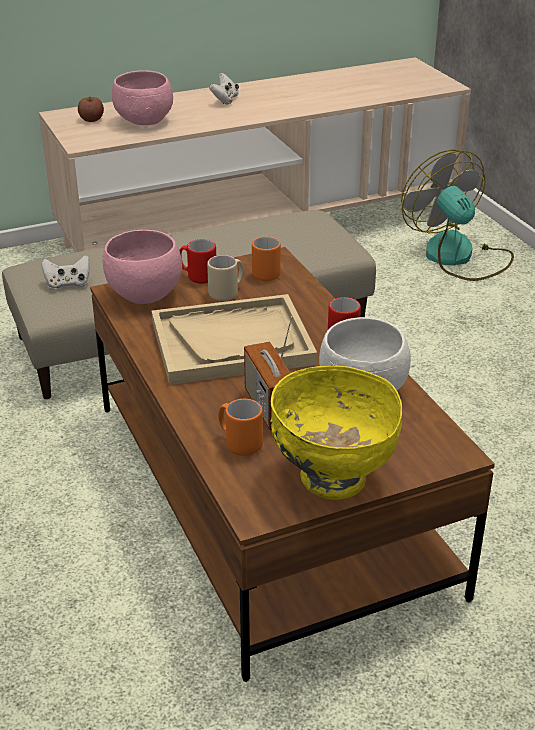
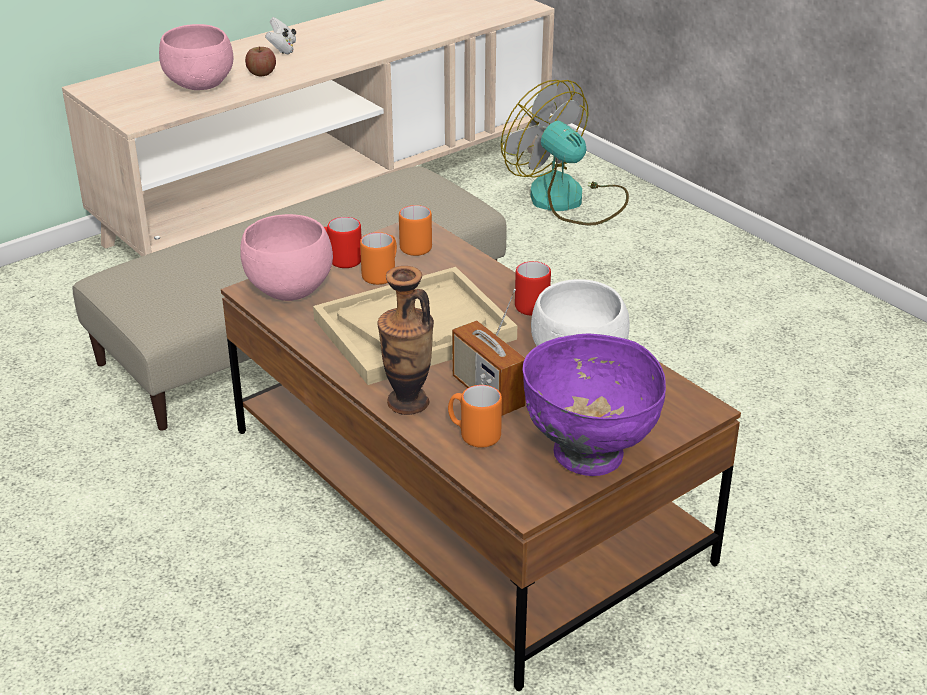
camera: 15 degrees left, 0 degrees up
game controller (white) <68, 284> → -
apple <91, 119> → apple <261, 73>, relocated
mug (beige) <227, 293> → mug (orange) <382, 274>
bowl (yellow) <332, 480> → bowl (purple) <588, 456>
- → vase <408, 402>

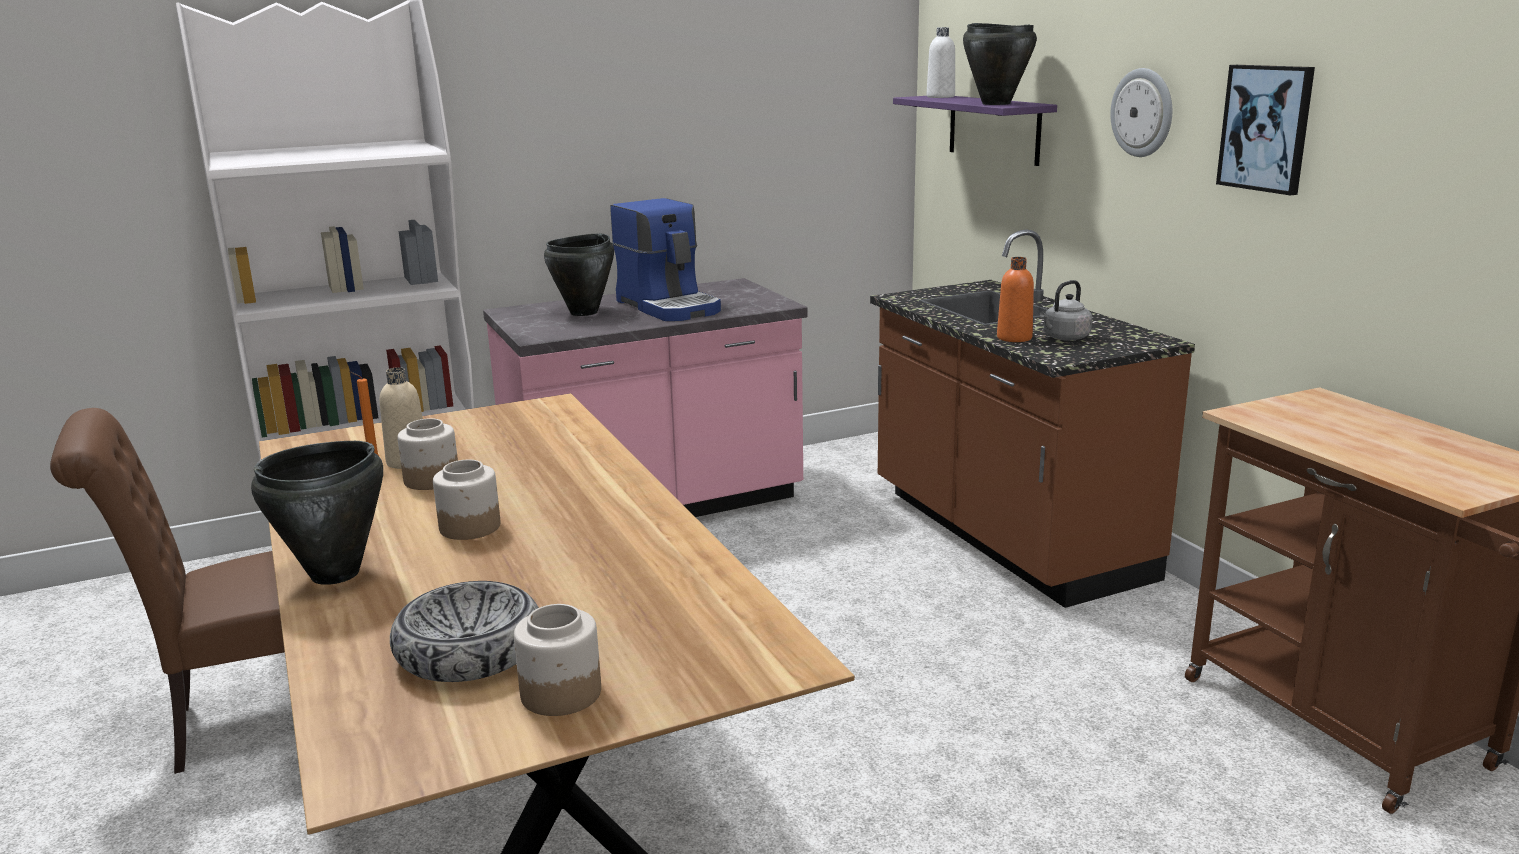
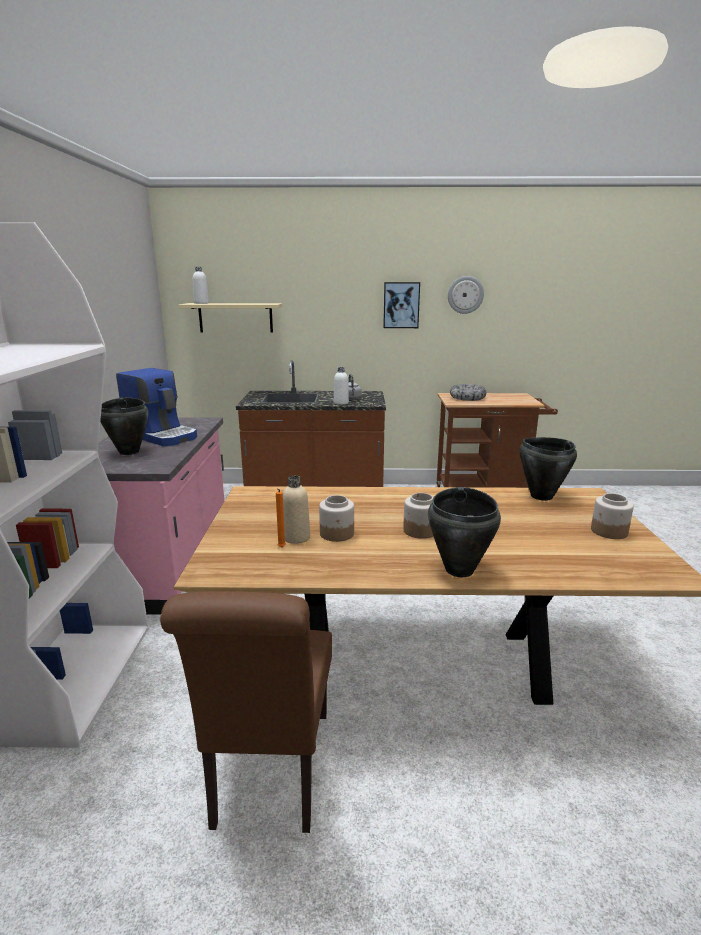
camera: 65 degrees left, 0 degrees up
bowl <470, 651> → bowl <467, 398>, relocated
coffee machine <670, 306> → coffee machine <162, 435>, 45 degrees clockwise
shelf (purple) <994, 129> → shelf (beige) <235, 317>
cooking pot (black) <996, 103> → cooking pot (black) <541, 496>, relocated
bottle (orange) <1014, 338> → bottle (white) <341, 403>
wall clock <1143, 112> → wall clock <465, 295>, relocated

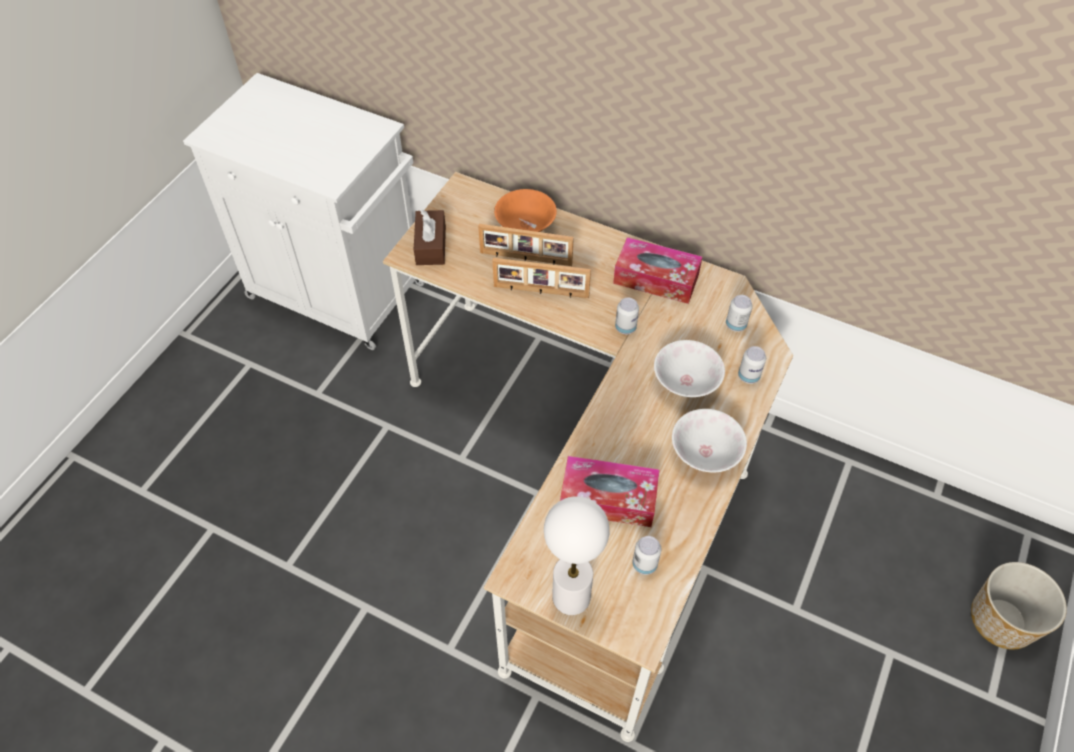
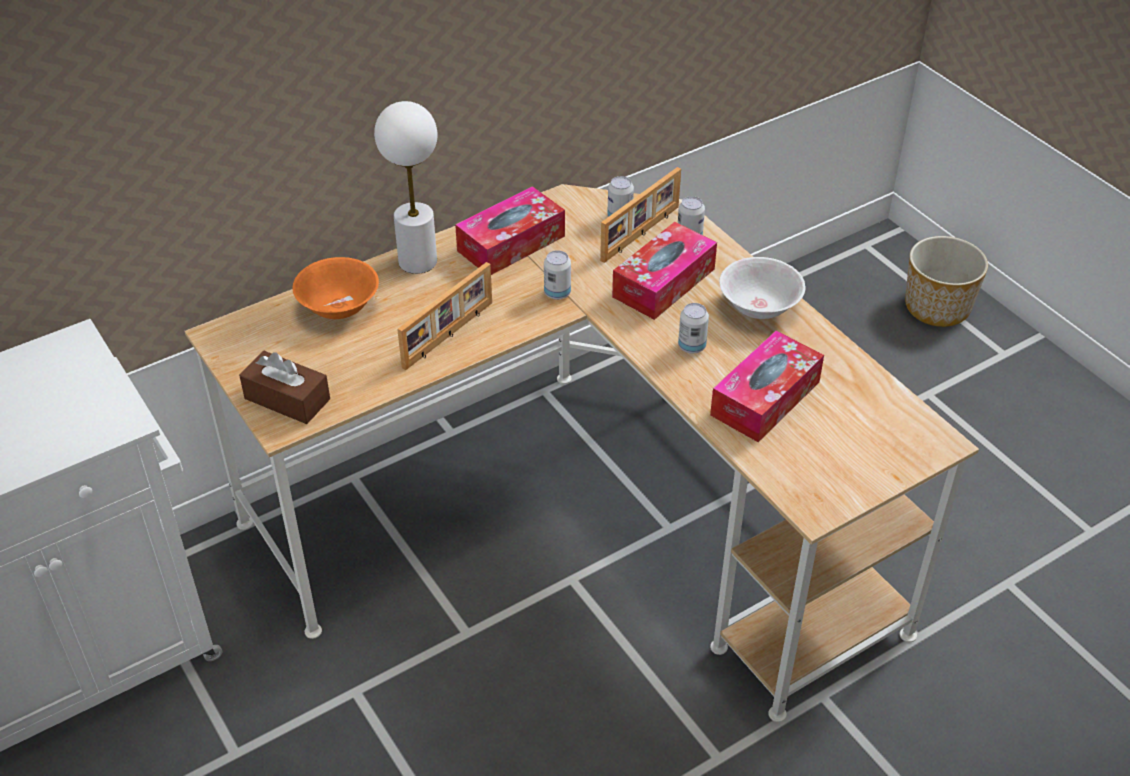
camera: 60 degrees left, 10 degrees down
picture frame <525, 259> → picture frame <641, 234>, relocated
table lamp (white) <570, 597> → table lamp (white) <417, 261>, relocated
can <644, 564> → can <691, 346>, relocated
bowl (white) <685, 383> → tissue box <663, 283>

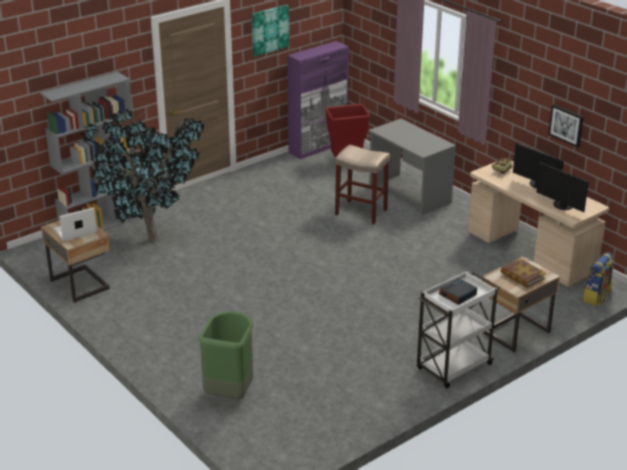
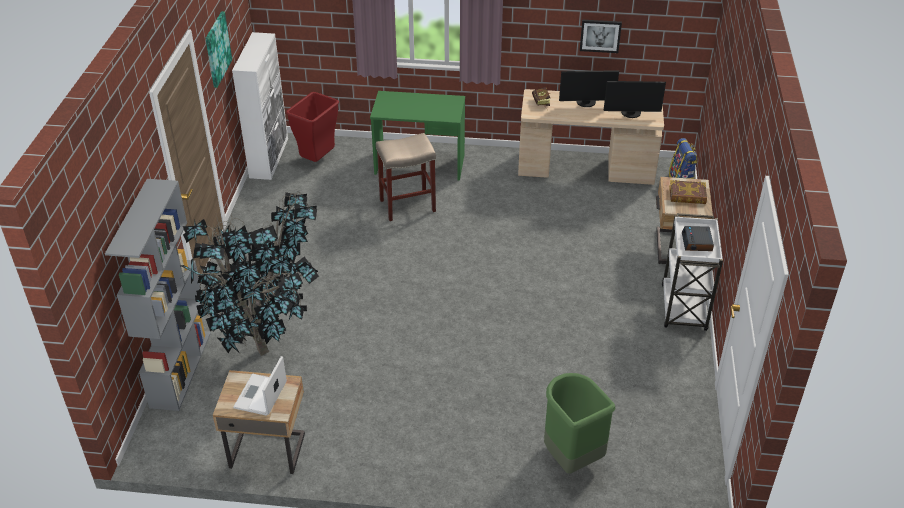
camera: 45 degrees left, 10 degrees up
cabinet (purple) <318, 147> → cabinet (white) <269, 157>
desk (grey) <408, 194> → desk (green) <419, 165>

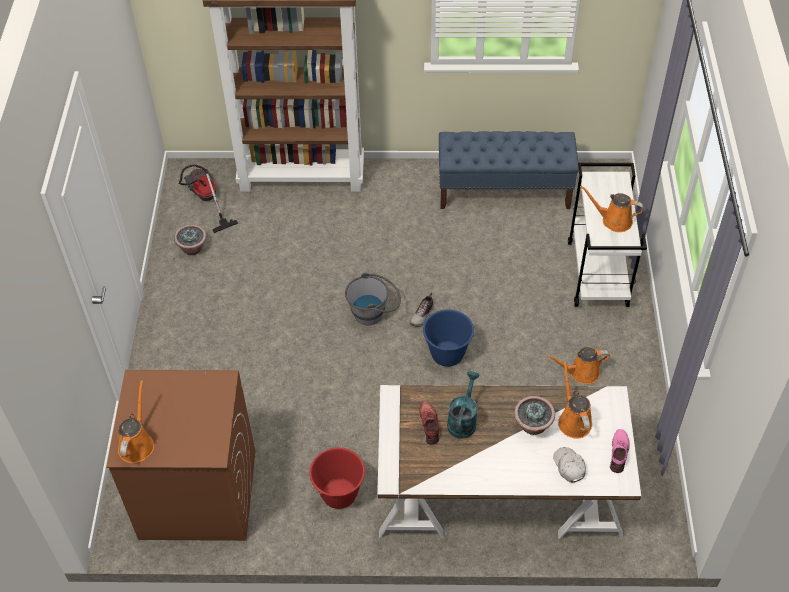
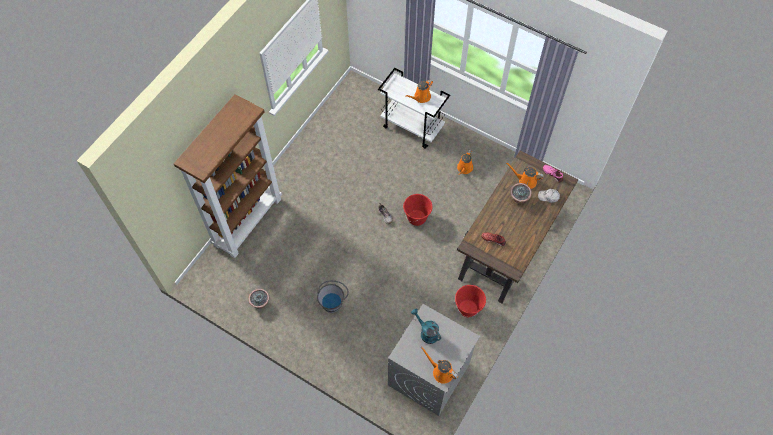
camera: 60 degrees left, 10 degrees up
washing machine (brown) <197, 495> → washing machine (grey) <428, 375>
vacuum cleaner <205, 200> → -
bucket (grey) <374, 313> → bucket (grey) <333, 301>, relocated
desk (white) <498, 498> → desk (brown) <510, 241>
bucket (blue) <447, 354> → bucket (red) <417, 218>
bench (blue) <504, 191> → -
watering can (turquoise) <463, 420> → watering can (turquoise) <426, 332>, relocated

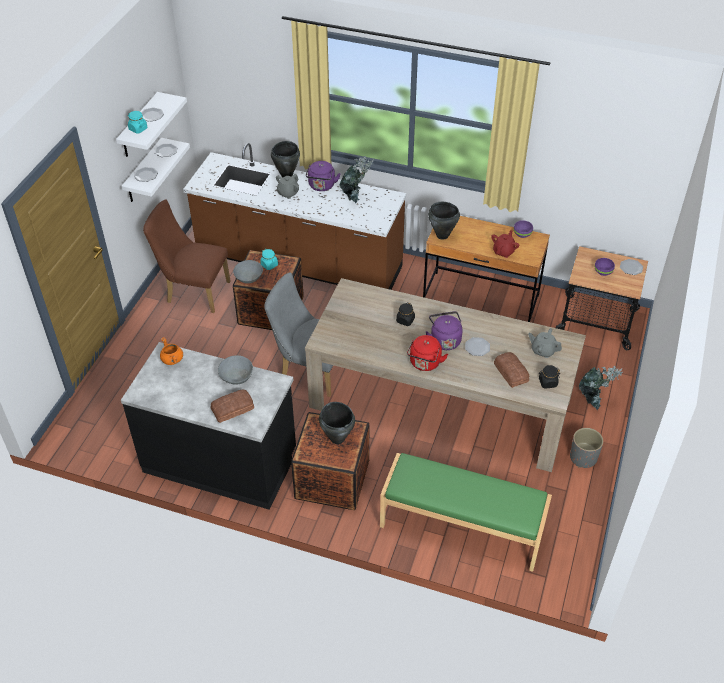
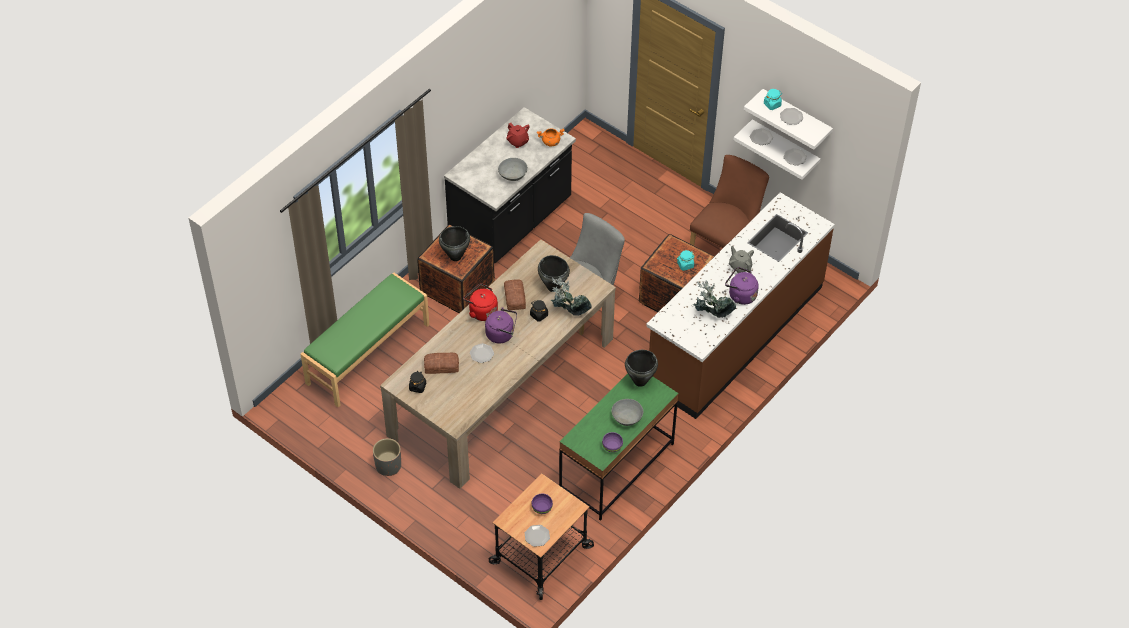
camera: 110 degrees right, 5 degrees up
bread <233, 409> → bread <514, 298>, relocated
bowl (grey) <248, 277> → bowl (grey) <627, 417>, relocated
cooking pot (black) <286, 175> → cooking pot (black) <553, 287>, relocated
desk (brown) <481, 300> → desk (green) <616, 468>
teapot (red) <503, 251> → teapot (red) <518, 141>, relocated
teapot (grey) <543, 350> → -
potted plant <593, 400> → potted plant <568, 313>, relocated

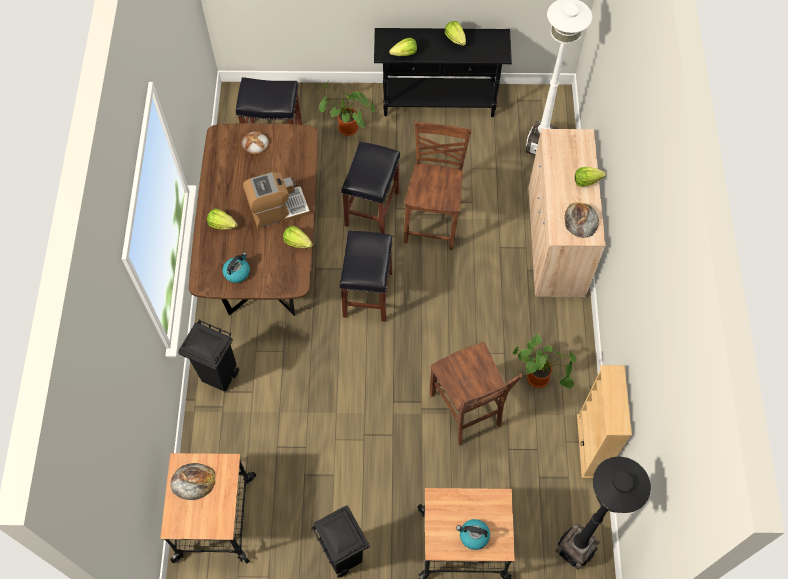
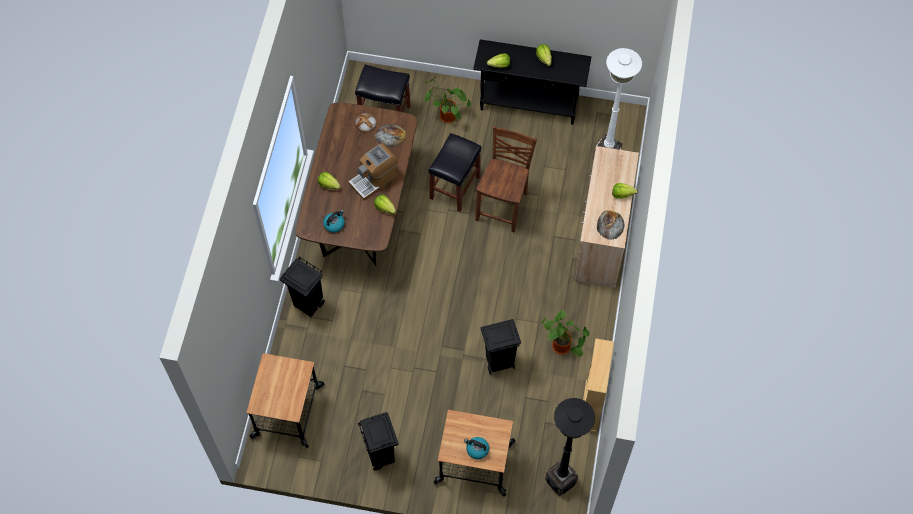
camera: 10 degrees right, 0 degrees up
bread <193, 481> → bread <390, 135>, relocated
coffee machine <278, 209> → coffee machine <374, 179>, 150 degrees clockwise
stool (black) <368, 295> → -
chair (brown) <466, 411> → trash can (black) <498, 363>

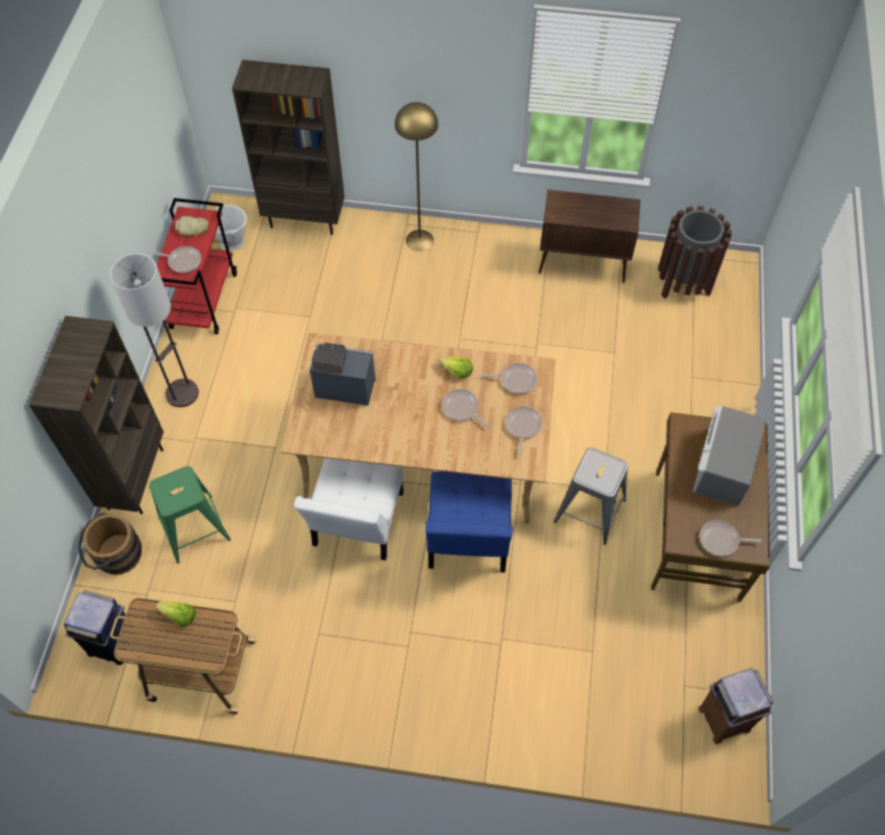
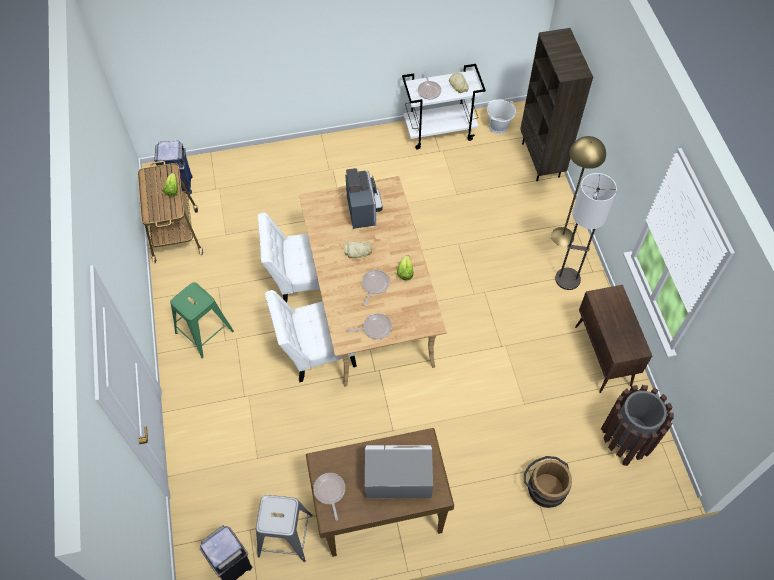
camera: 70 degrees right, 0 degrees up
bookcase (brown) <135, 478> → -
bucket (brown) <114, 556> → bucket (brown) <543, 487>, relocated
floor lamp <182, 393> → floor lamp <567, 279>, relocated
stool (green) <194, 528> → stool (green) <204, 332>, relocated
cart (red) <203, 300> → cart (white) <440, 131>
chair (blue) <467, 540> → chair (white) <315, 351>
frying pan <516, 380> → -
stool (grey) <590, 511> → stool (grey) <285, 535>, relocated
- → bread <358, 251>

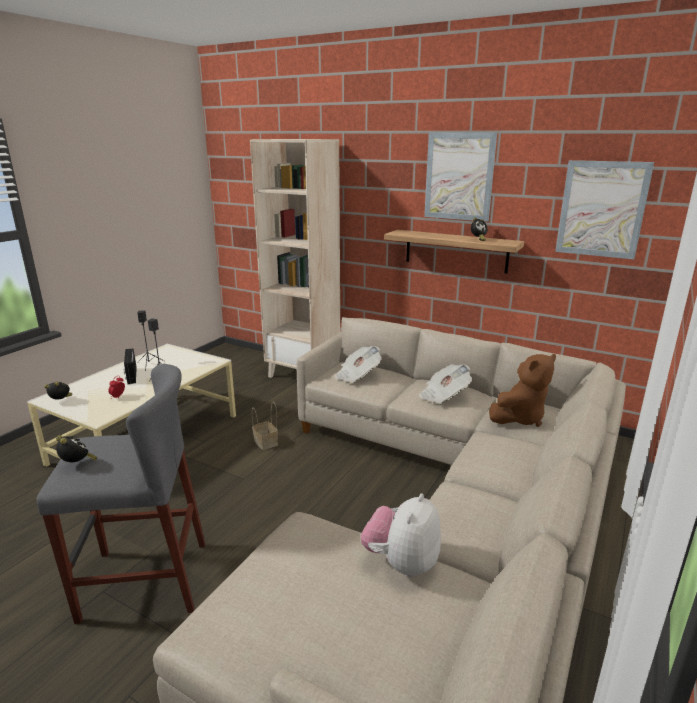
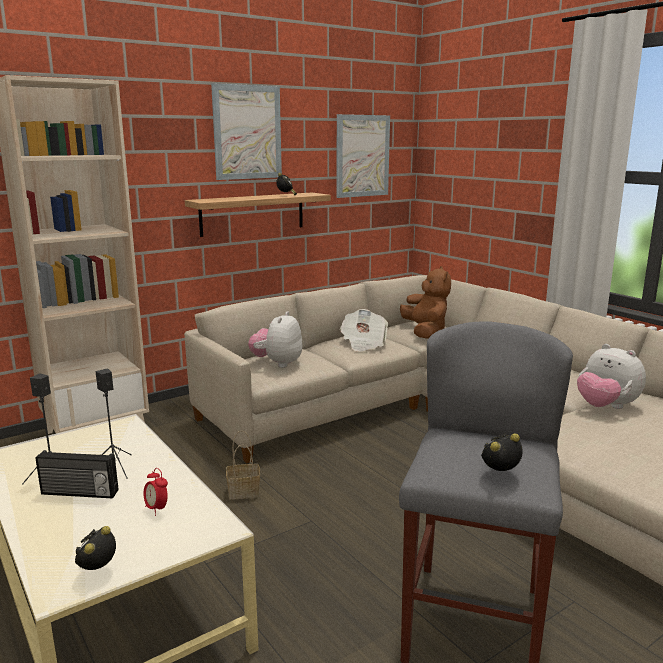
camera: 65 degrees left, 5 degrees down
newspaper <357, 375> → plush toy <277, 363>

